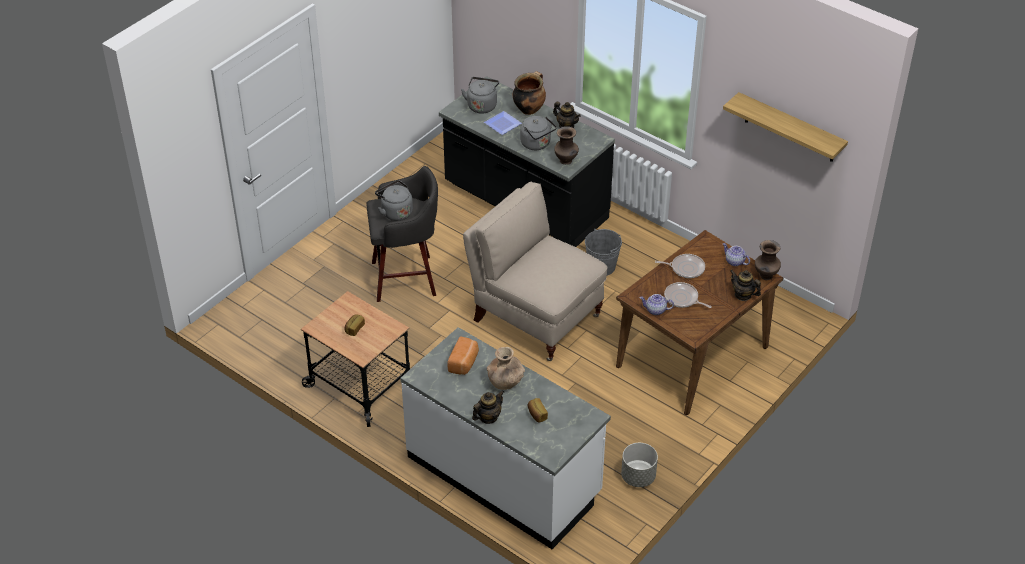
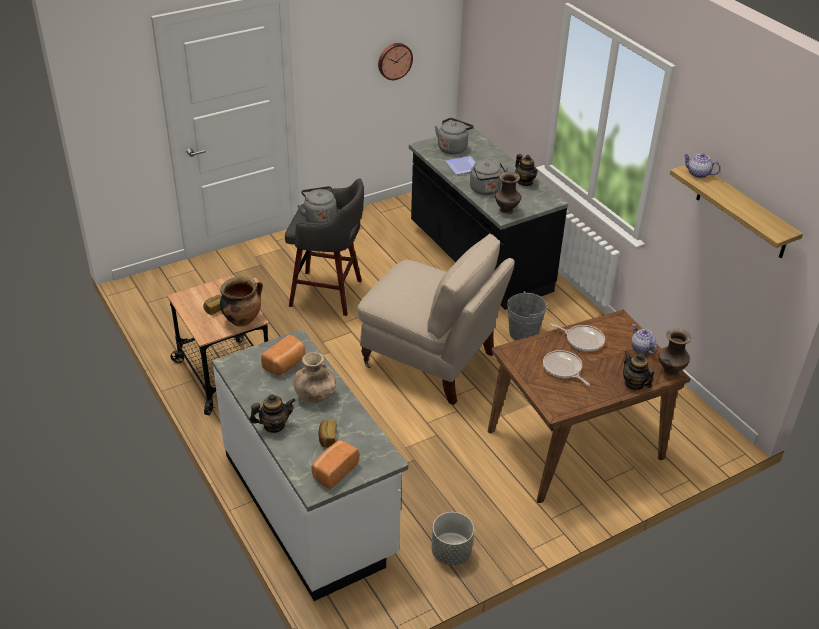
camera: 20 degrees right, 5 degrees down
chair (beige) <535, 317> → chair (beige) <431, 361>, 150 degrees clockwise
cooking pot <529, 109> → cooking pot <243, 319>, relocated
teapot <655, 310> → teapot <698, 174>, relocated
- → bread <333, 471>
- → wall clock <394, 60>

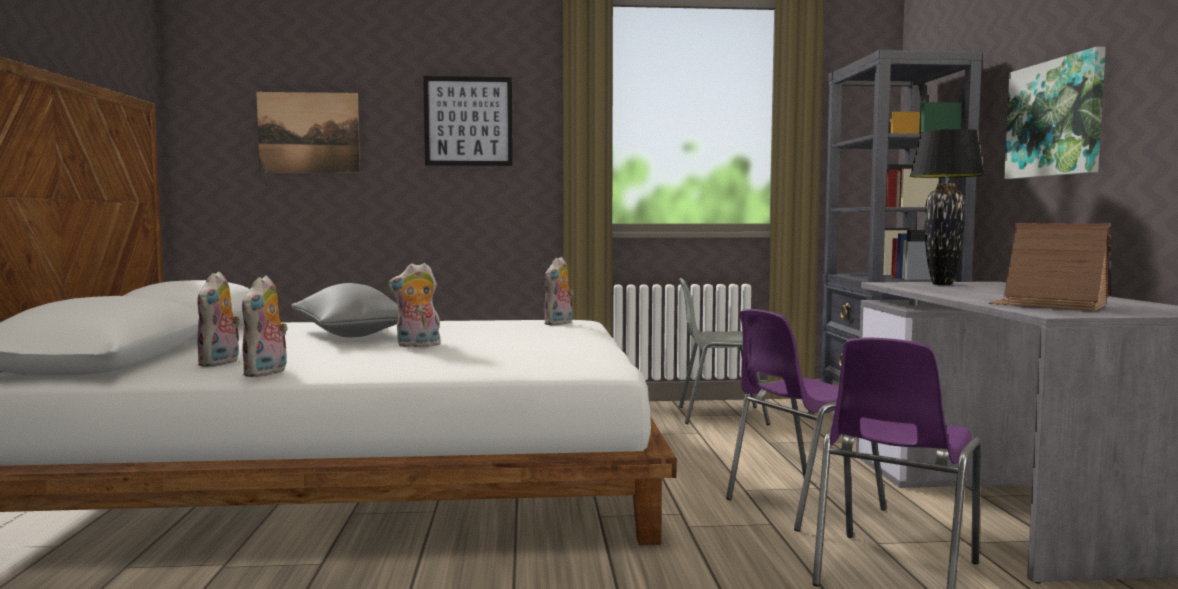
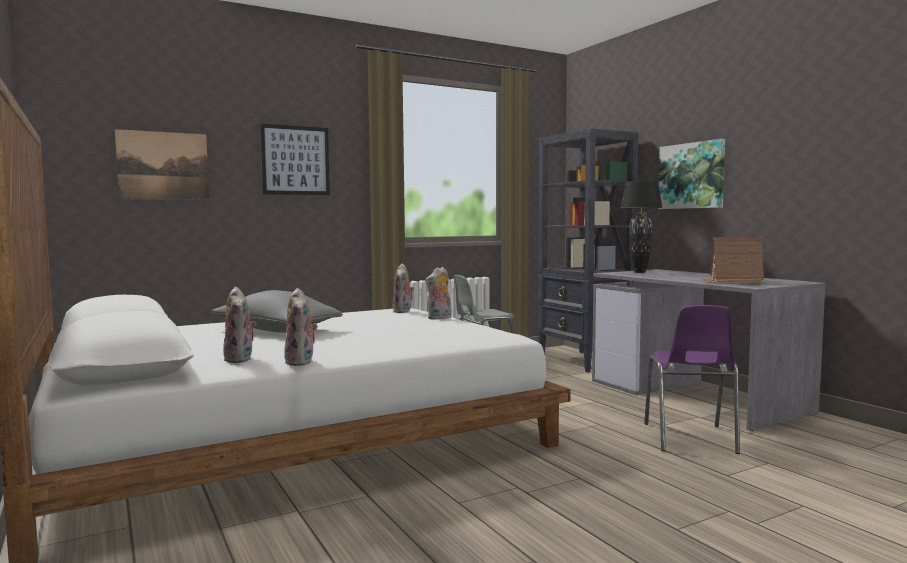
camera: 25 degrees left, 0 degrees up
plush toy <417, 345> → plush toy <439, 318>, relocated
chair (purple) <799, 504> → -

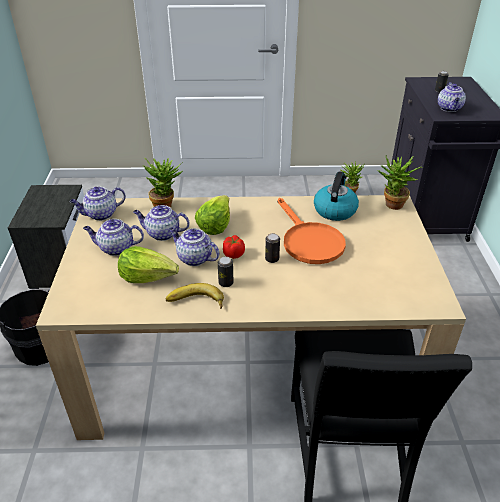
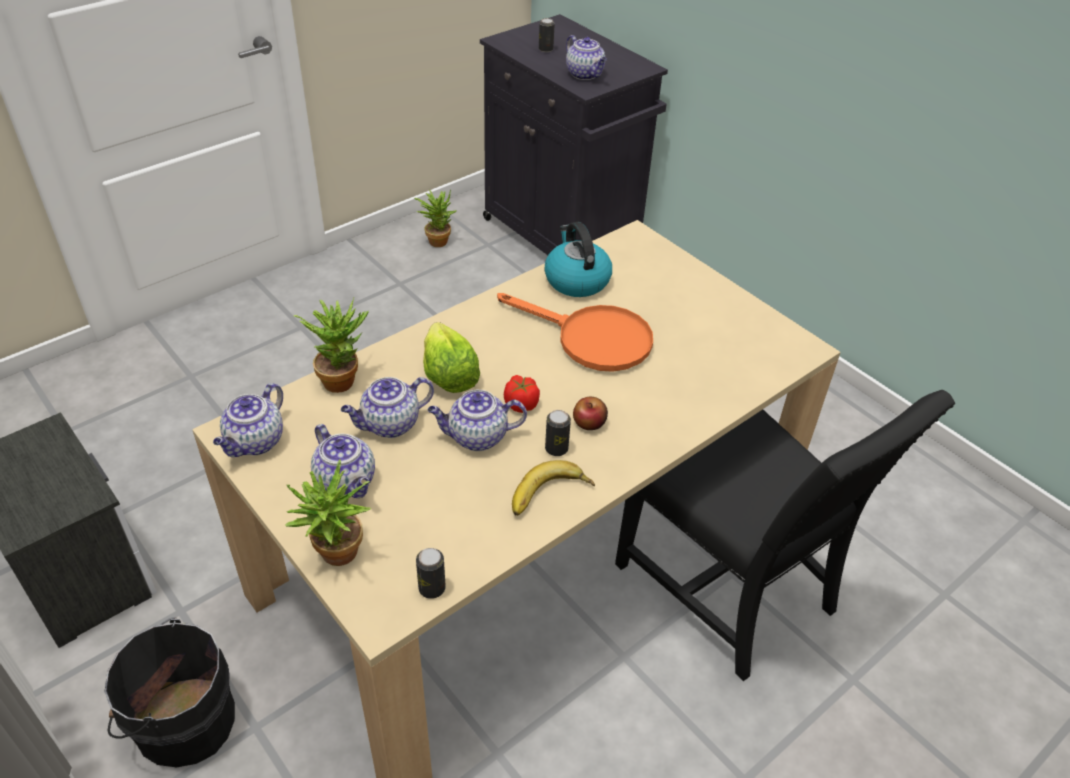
camera: 40 degrees left, 5 degrees up
teapot <115, 248> → teapot <347, 482>, 90 degrees counterclockwise
lettuce <148, 277> → -
can <272, 259> → can <432, 588>, relocated
potted plant <391, 206> → potted plant <336, 557>, relocated
- → apple <589, 423>

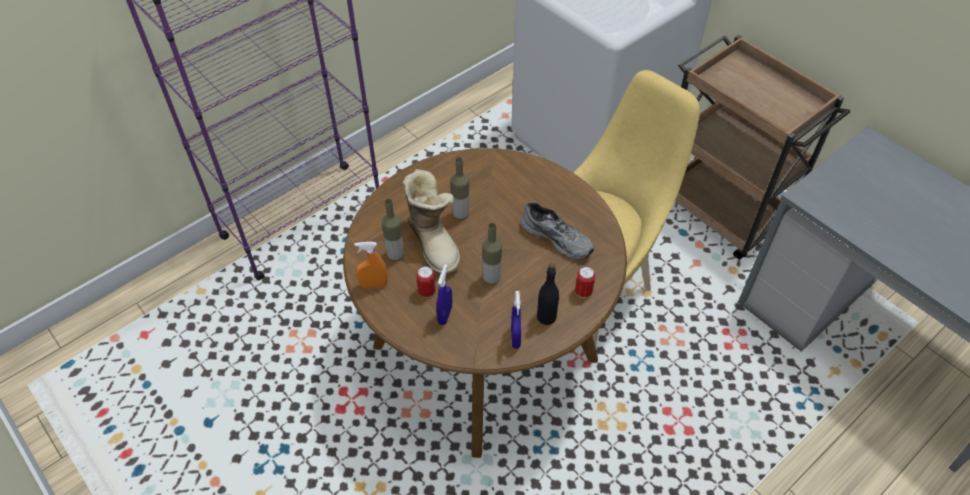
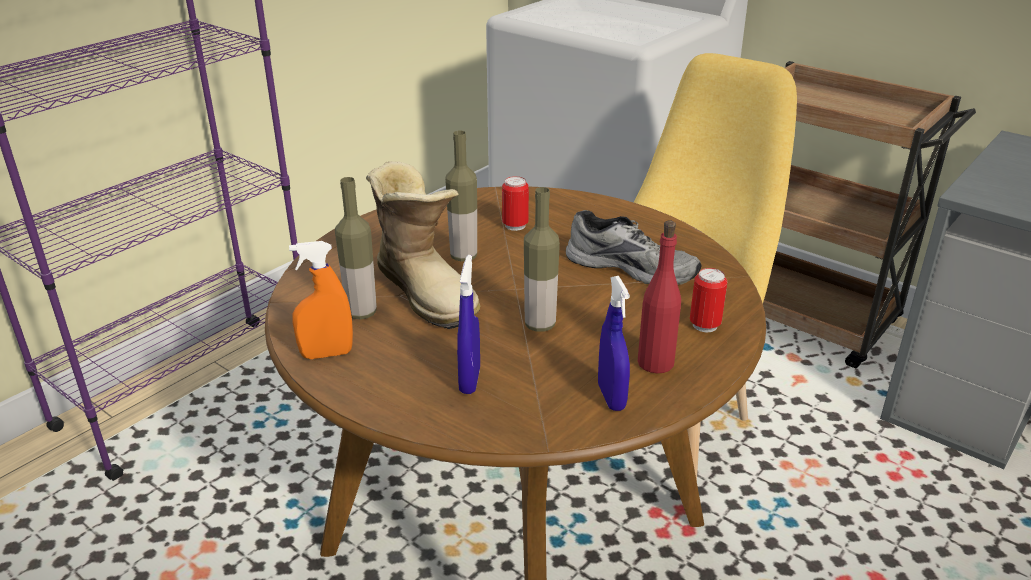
camera: 10 degrees left, 20 degrees down
can <426, 292> → can <515, 225>, relocated
bottle (black) <546, 316> → bottle (red) <656, 362>

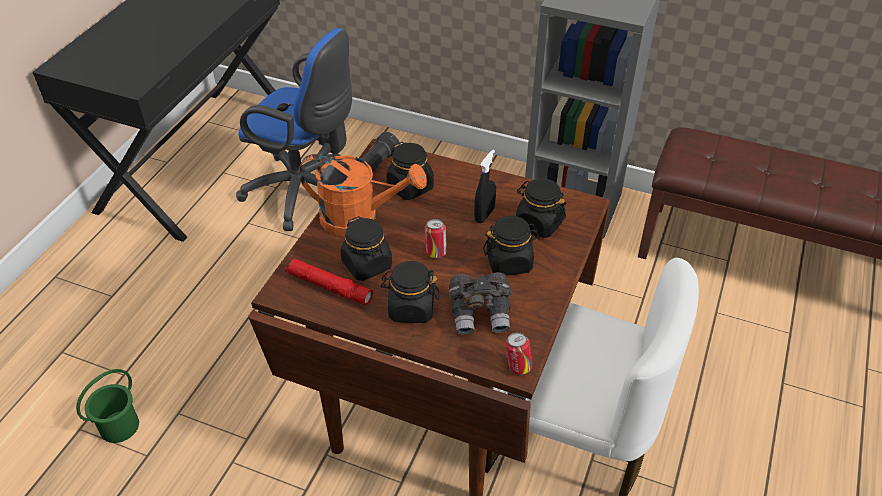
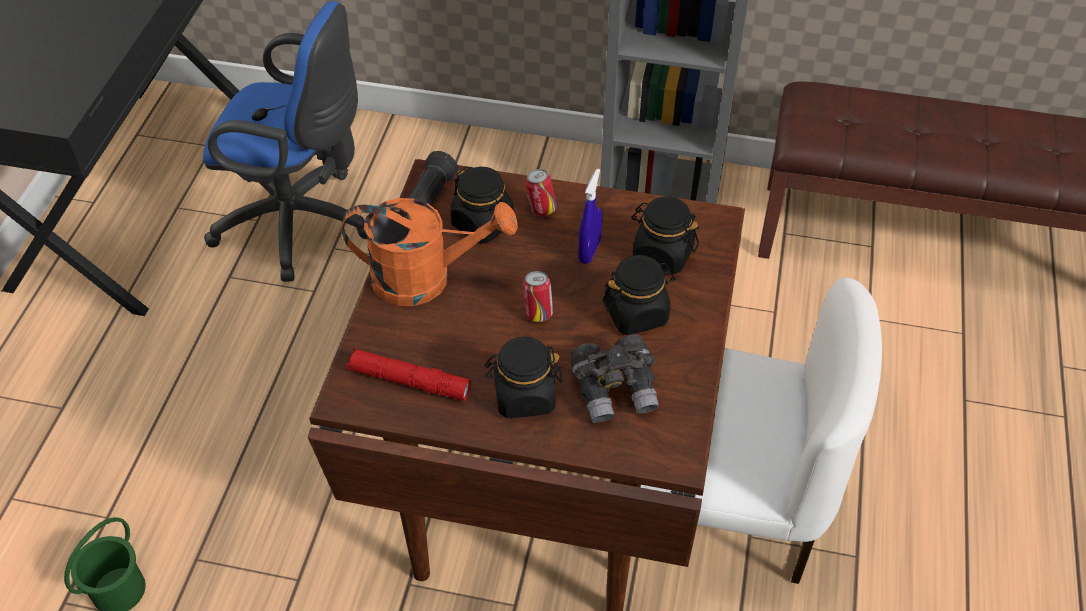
camera: 10 degrees left, 5 degrees up
jar (black) <367, 265> → -
spray bottle (black) <484, 215> → spray bottle (blue) <589, 251>
can <517, 367> → can <541, 210>, relocated

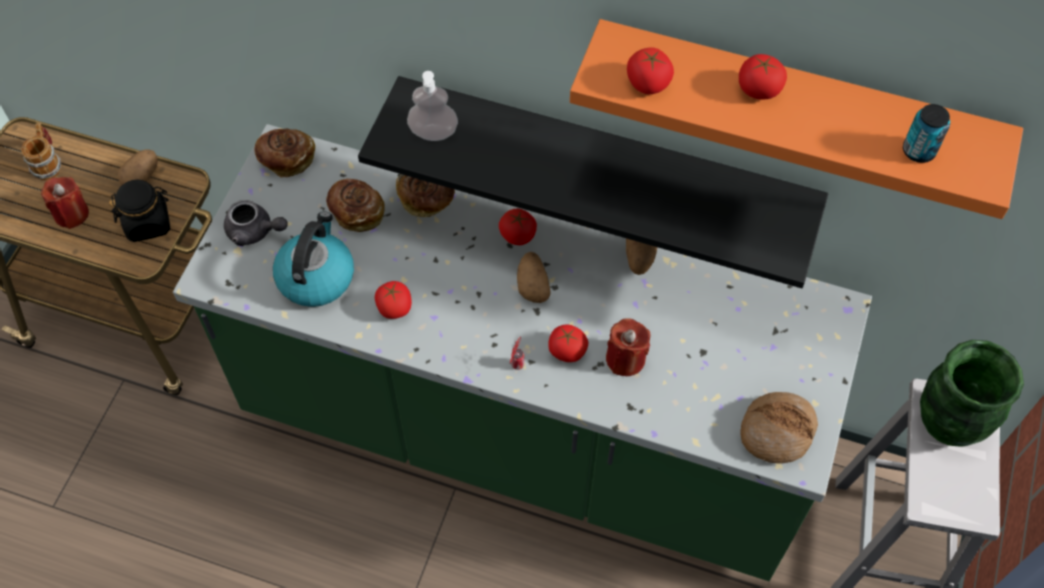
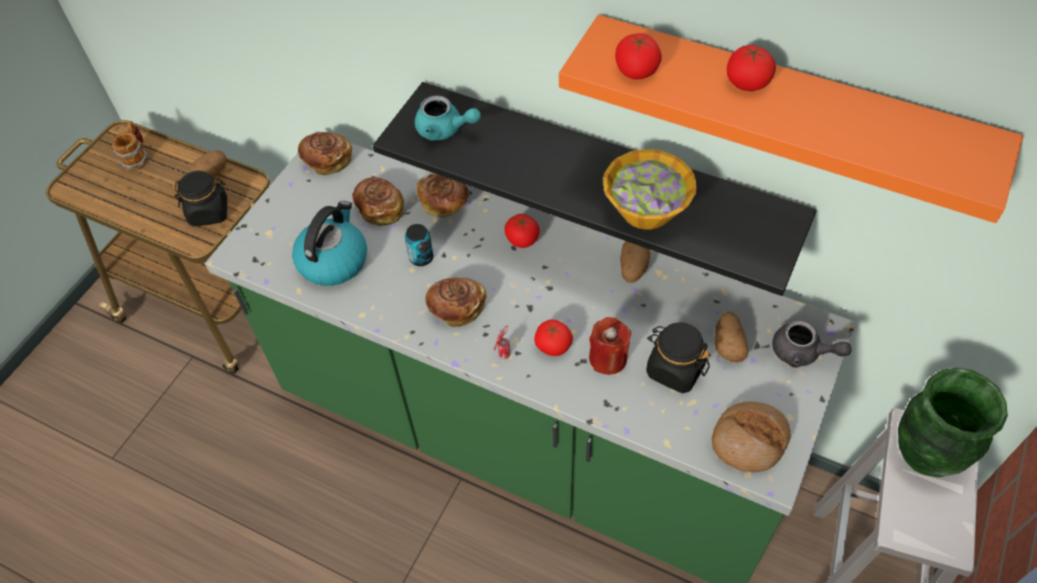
camera: 10 degrees right, 5 degrees down
candle (red) <71, 214> → -
teapot (grey) <255, 232> → teapot (grey) <802, 353>, relocated
tomato <394, 308> → -
soap dispenser <433, 132> → teapot (turquoise) <445, 130>
potato <532, 285> → potato <728, 344>, relocated
can <918, 151> → can <421, 258>, relocated
- → bread <456, 308>
- → bowl <646, 209>
- → jar (black) <674, 369>

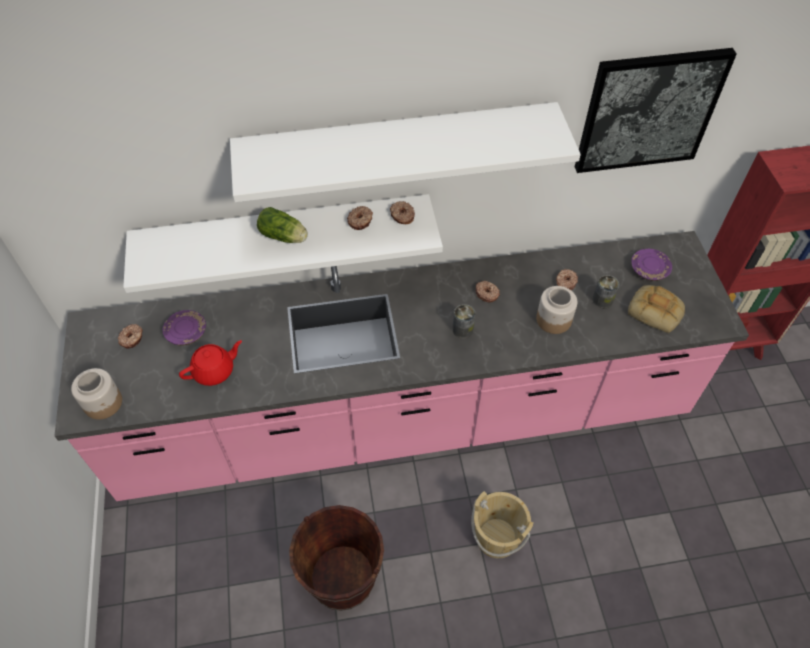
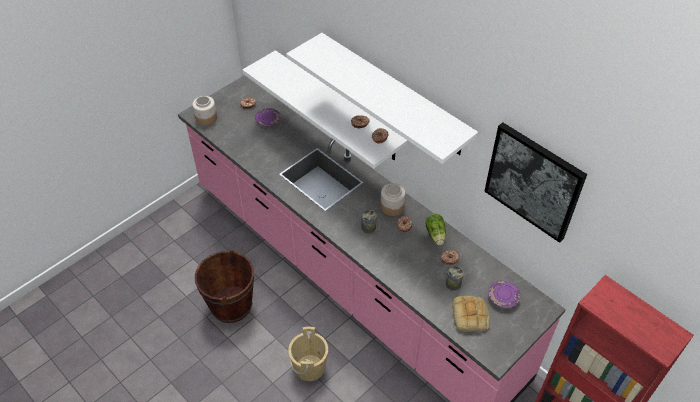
camera: 55 degrees right, 5 degrees down
teapot (red) <214, 371> → -
lettuce <285, 237> → lettuce <436, 235>, relocated
jar <553, 319> → jar <392, 206>, relocated

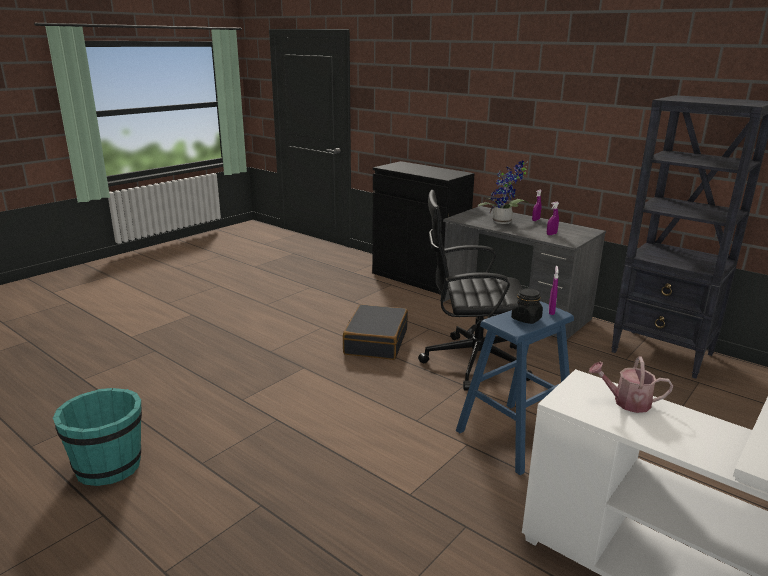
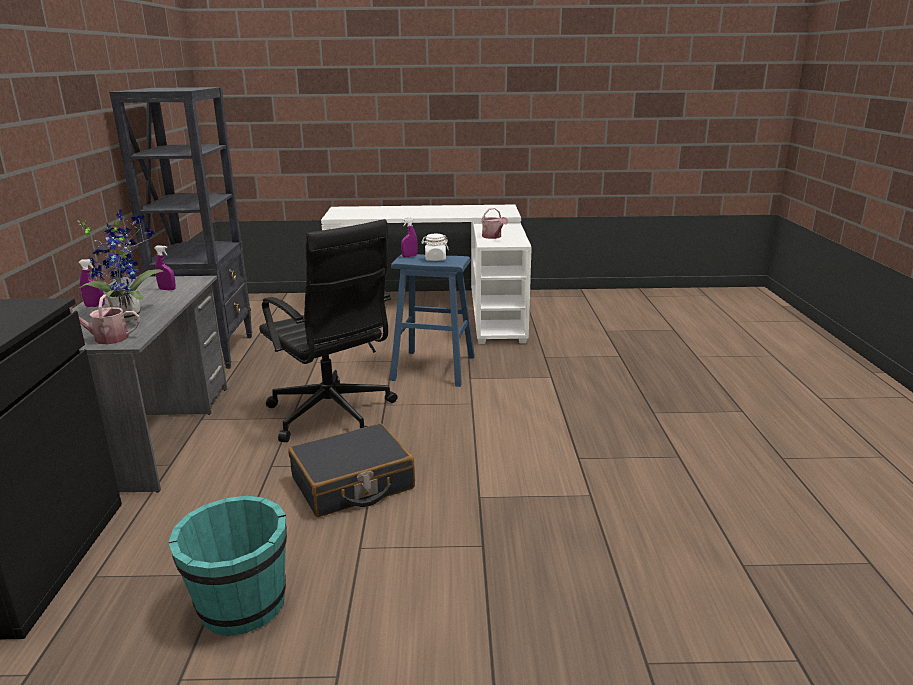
camera: 130 degrees left, 0 degrees up
bucket (turquoise) <109, 466> → bucket (turquoise) <241, 605>, relocated
jar (black) <526, 319> → jar (white) <435, 259>
- → watering can <106, 338>

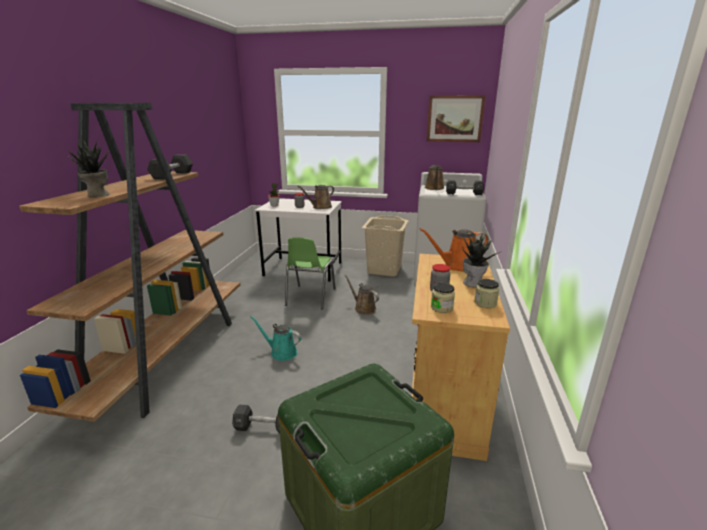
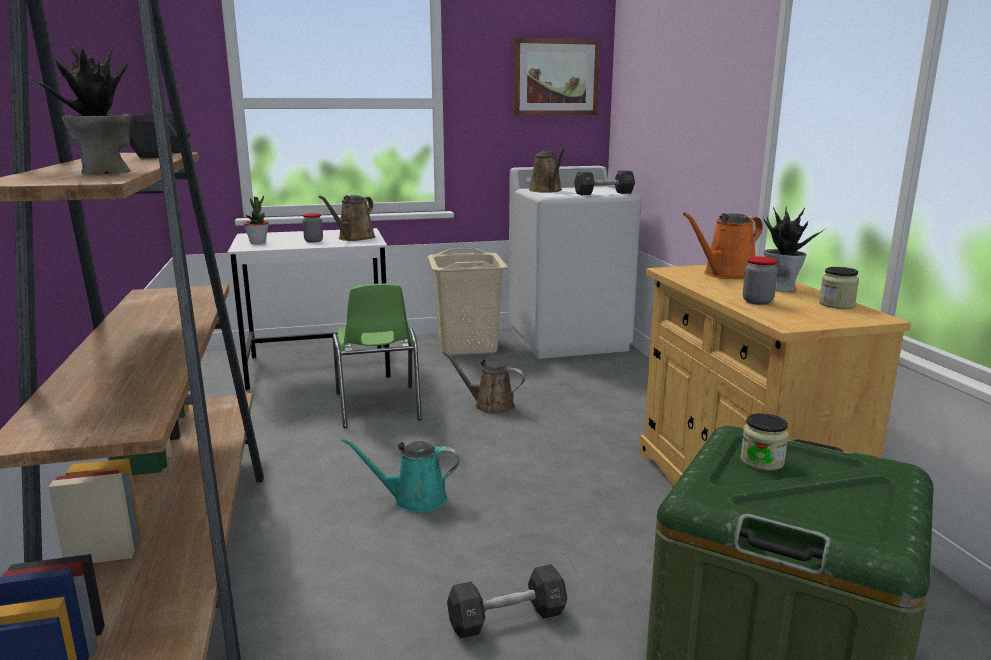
camera: 25 degrees left, 5 degrees down
jar <441, 308> → jar <762, 461>, relocated

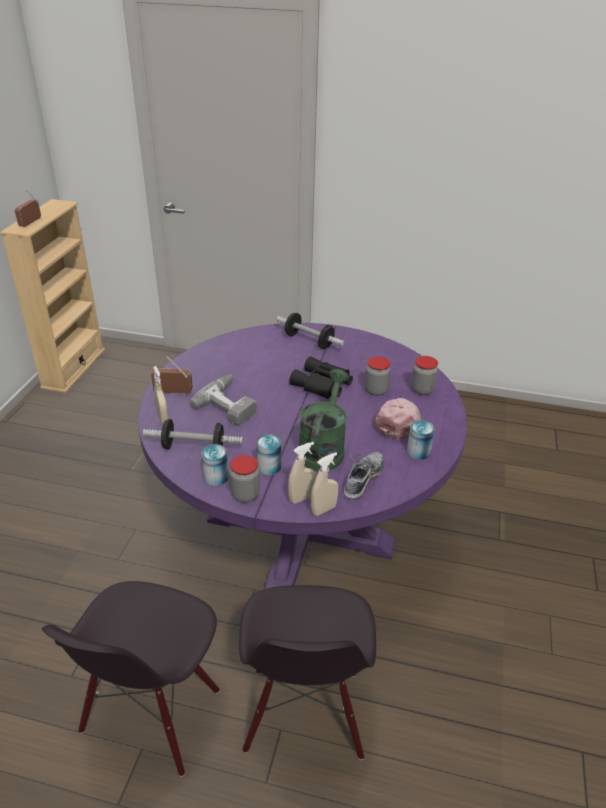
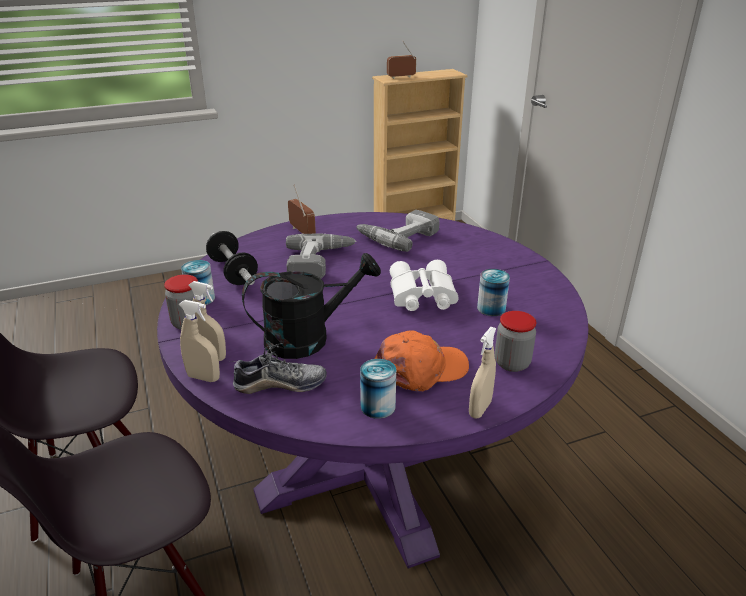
camera: 55 degrees right, 5 degrees down
spray bottle (beige) <163, 418> → spray bottle (beige) <480, 409>, relocated
can <269, 466> → can <491, 308>, relocated
dumbbell <309, 341> → -
binoculars (black) <322, 385> → binoculars (white) <420, 295>
watering can (green) <323, 448> → watering can (black) <308, 338>
jar <376, 390> → -
cap (pink) <398, 421> → cap (orange) <421, 369>
- → power drill <397, 236>

